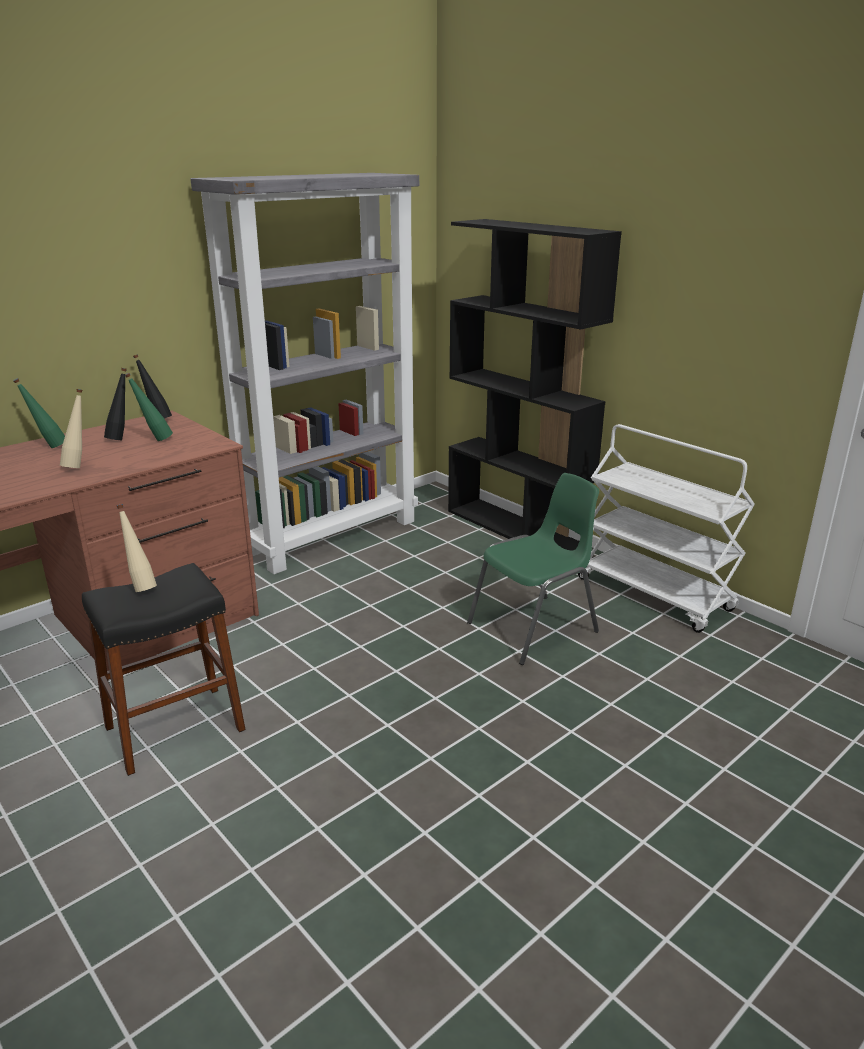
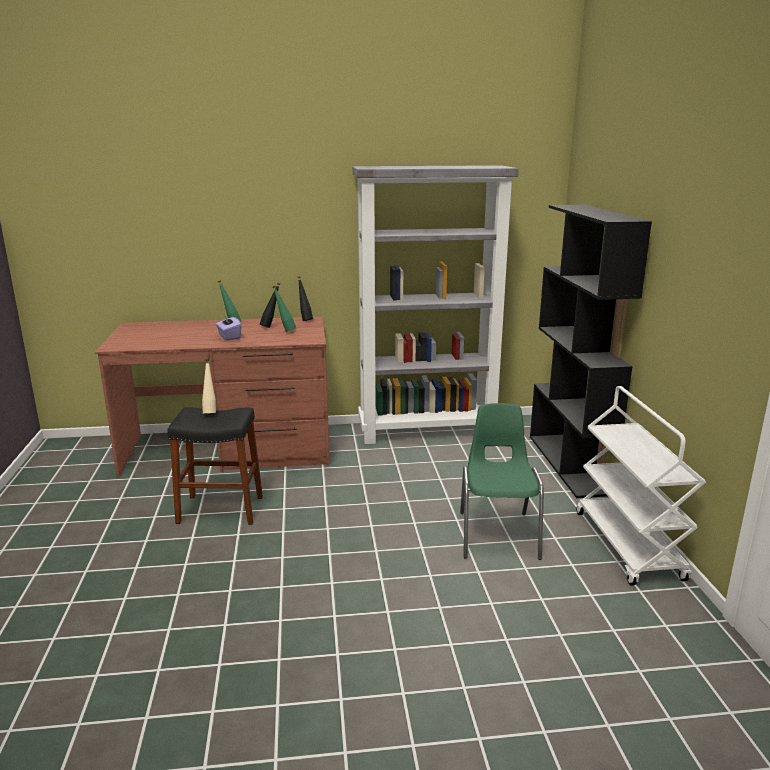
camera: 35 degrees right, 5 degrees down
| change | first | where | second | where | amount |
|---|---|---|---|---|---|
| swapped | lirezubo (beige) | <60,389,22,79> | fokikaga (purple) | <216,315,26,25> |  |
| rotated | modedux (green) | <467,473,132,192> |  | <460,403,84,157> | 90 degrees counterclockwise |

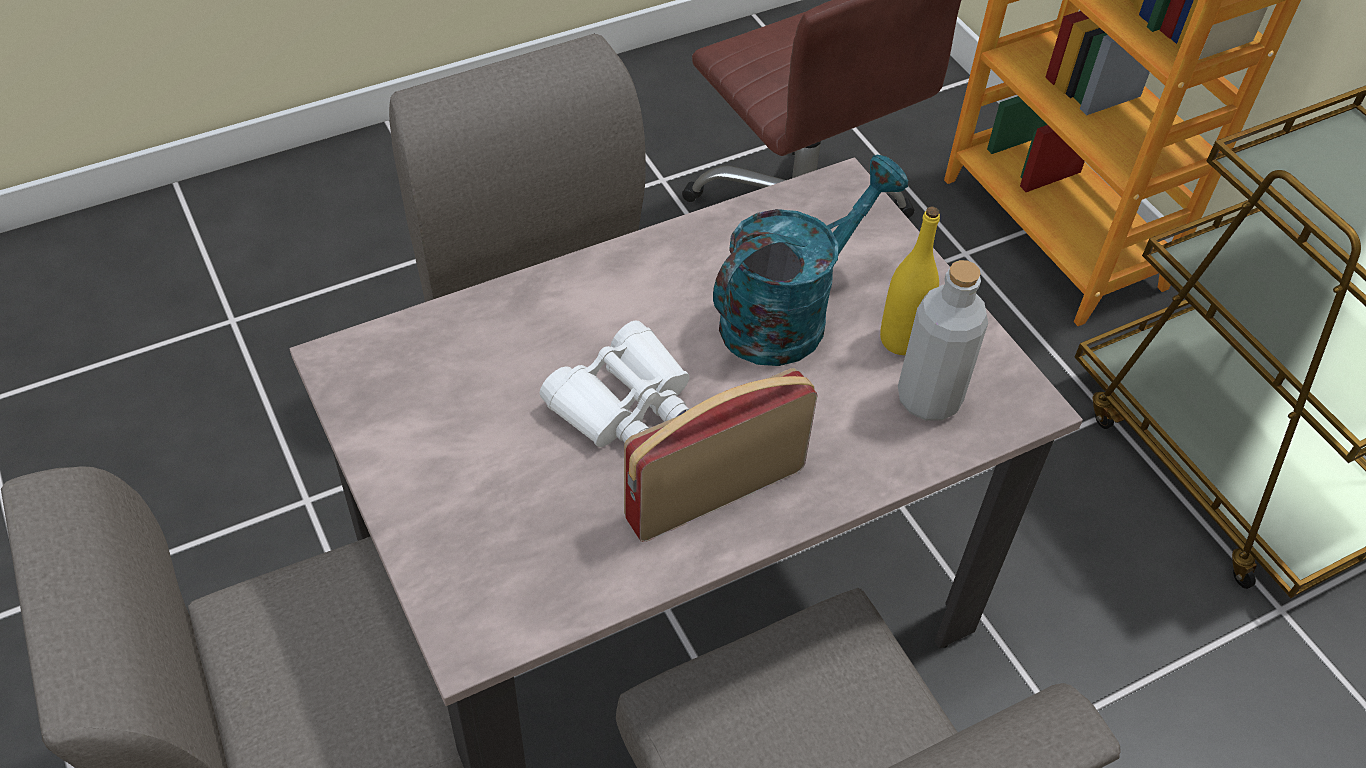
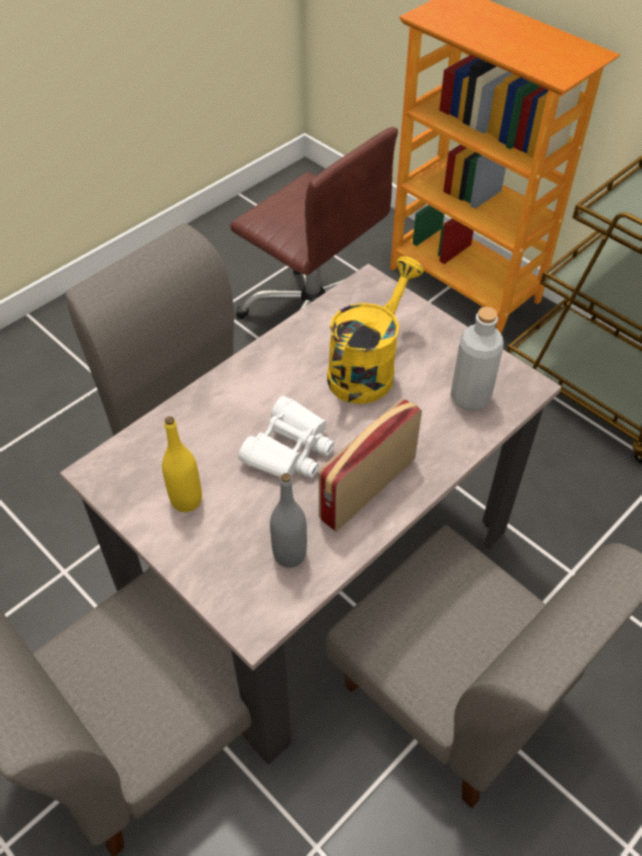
camera: 15 degrees left, 0 degrees up
| change | first | where | second | where | amount |
|---|---|---|---|---|---|
| repainted | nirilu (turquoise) | <713,155,195,211> | nirilu (yellow) | <327,256,97,148> |  |
| shifted | lirezubo (yellow) | <880,206,60,149> |  | <162,416,40,96> |  |
| new |  |  | lirezubo (grey) | <270,473,37,95> |  |

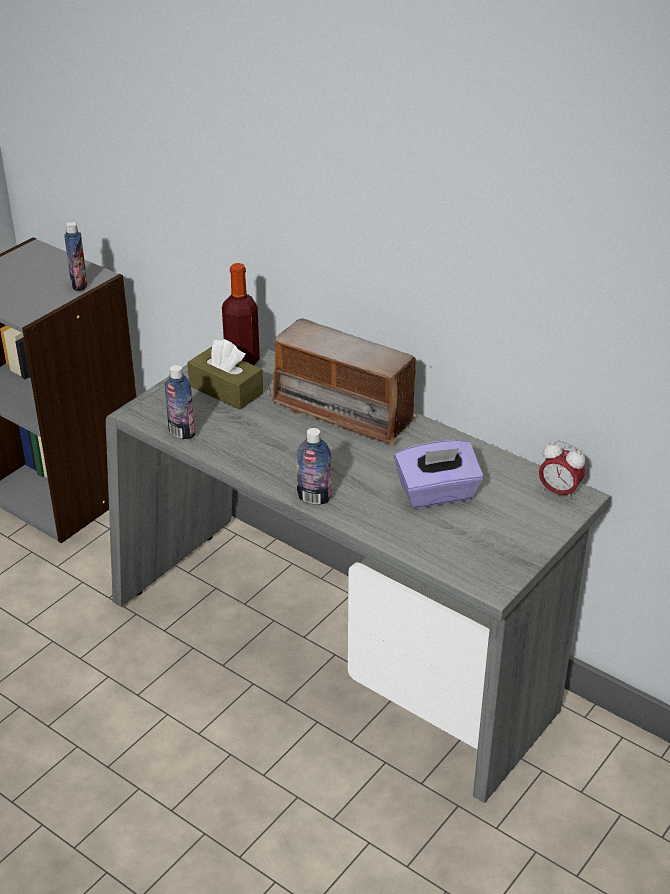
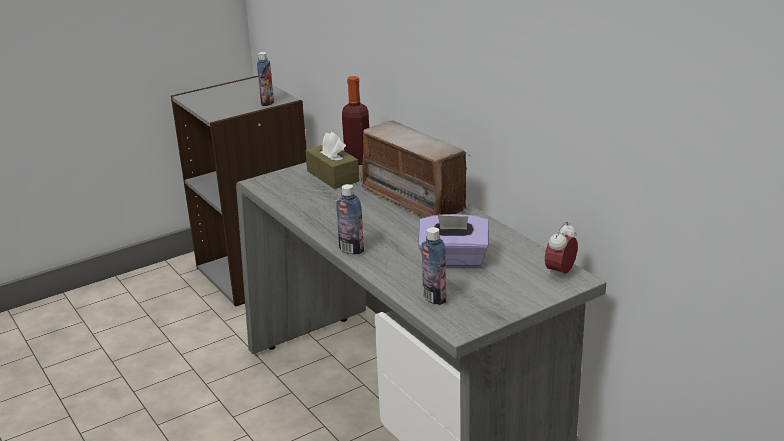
camera: 20 degrees right, 10 degrees down
| change | first | where | second | where | amount |
|---|---|---|---|---|---|
| shifted | lirezubo | <164,365,31,74> |  | <422,227,24,78> |  |
| rotated | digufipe | <539,440,46,61> |  | <545,222,33,56> | 75 degrees clockwise |

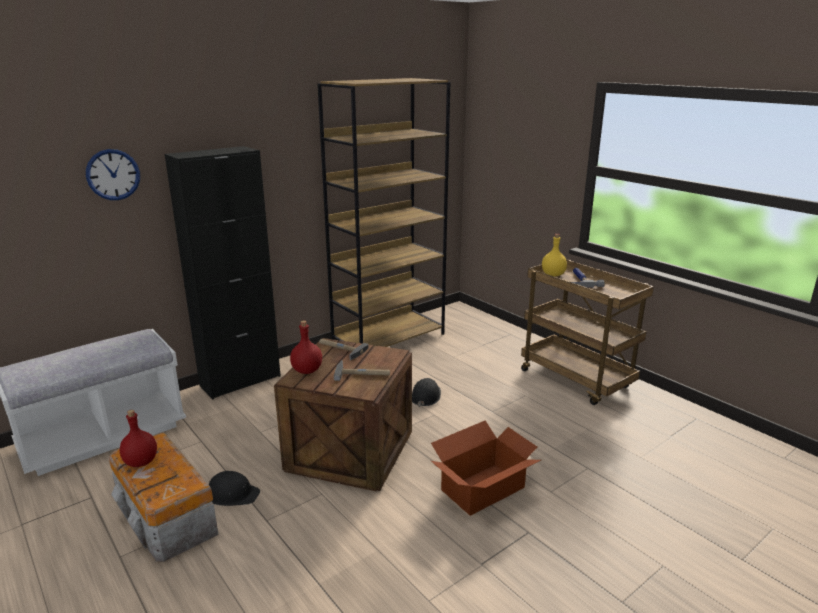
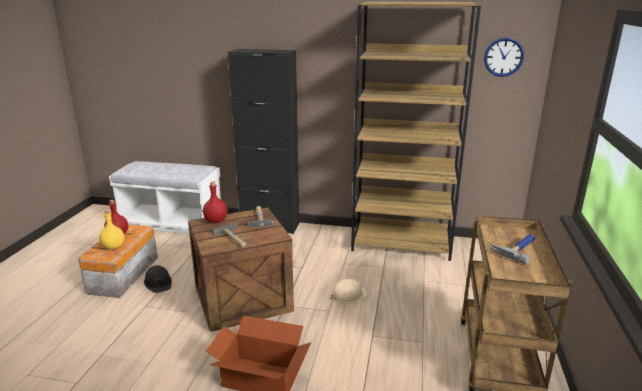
camera: 50 degrees right, 0 degrees up
| change | first | where | second | where | amount |
|---|---|---|---|---|---|
| shifted | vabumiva | <86,149,54,51> |  | <484,37,40,40> |  |
| repainted | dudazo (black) | <412,378,29,29> | dudazo (beige) | <330,279,39,25> |  |
| shifted | lirezubo (yellow) | <542,234,25,42> |  | <99,210,25,39> |  |

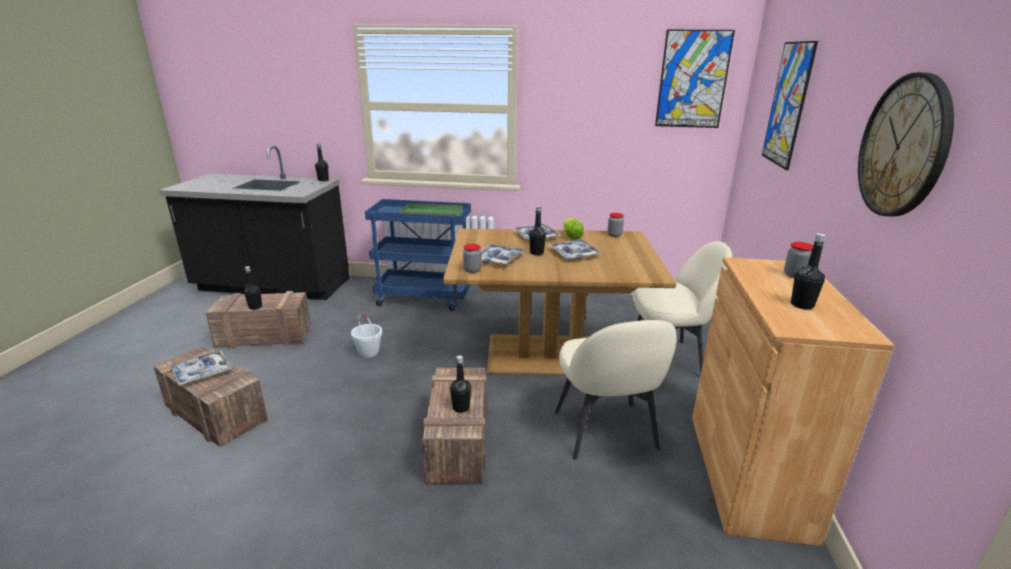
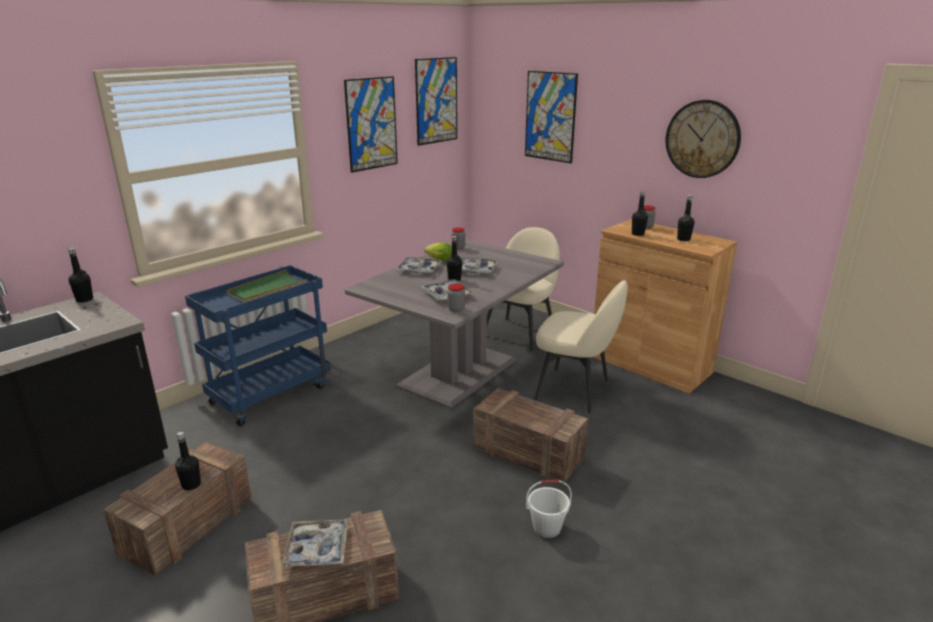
camera: 55 degrees left, 0 degrees up
| change | first | where | second | where | amount |
|---|---|---|---|---|---|
| shifted | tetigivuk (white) | <351,313,31,45> |  | <526,480,46,58> |  |
| repainted | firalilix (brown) | <443,229,234,146> | firalilix (grey) | <345,240,219,168> |  |
| shifted | lirezubo (black) | <450,355,21,58> |  | <631,191,17,45> |  |
| new |  |  | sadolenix | <344,76,54,97> |  |

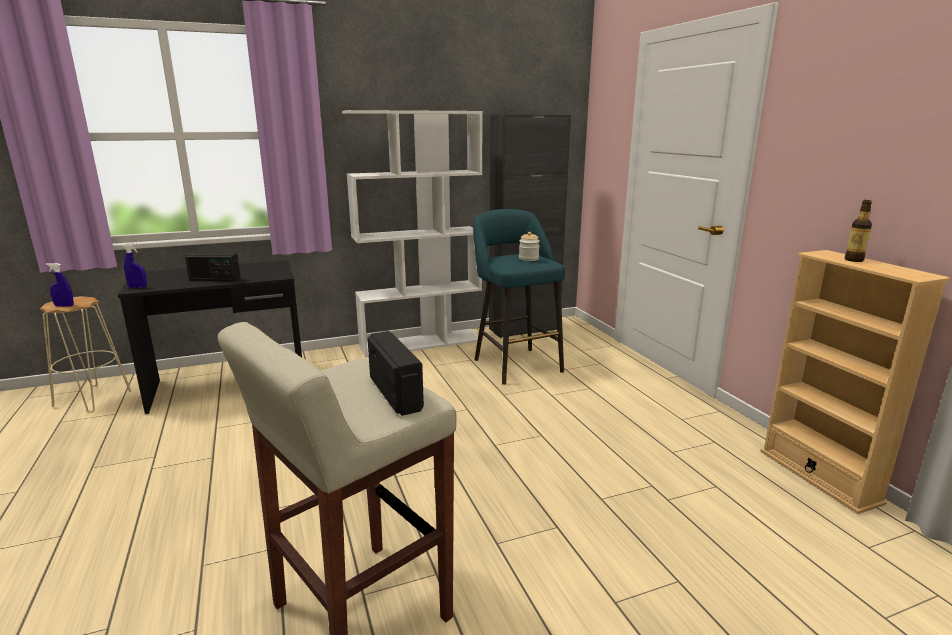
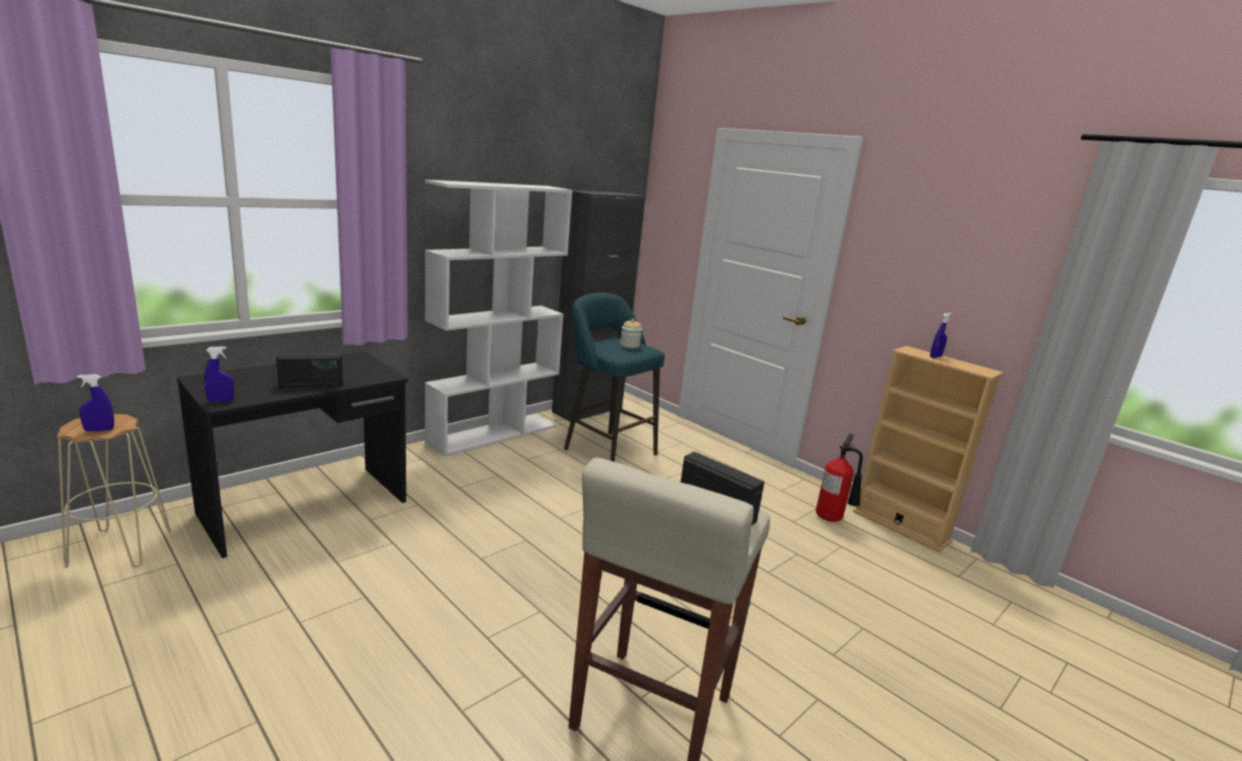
camera: 25 degrees left, 0 degrees up
| change | first | where | second | where | amount |
|---|---|---|---|---|---|
| swapped | lirezubo | <845,200,27,62> | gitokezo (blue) | <930,313,22,45> |  |
| new |  |  | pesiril | <816,434,47,88> |  |

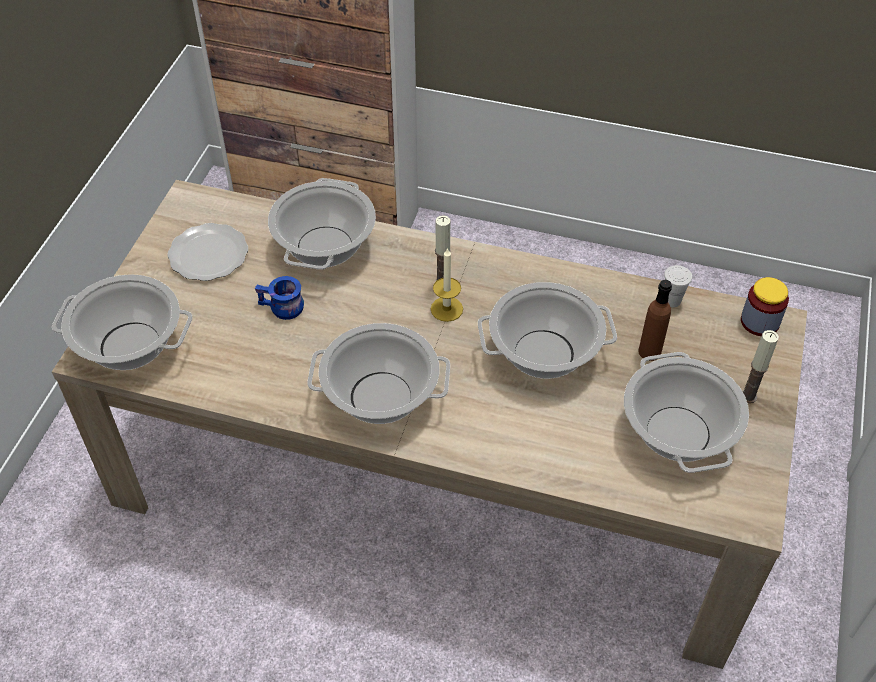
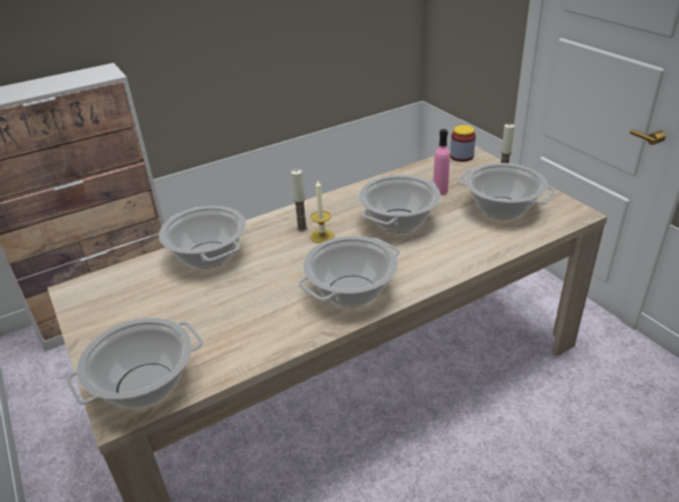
camera: 45 degrees left, 15 degrees down
| change | first | where | second | where | amount |
|---|---|---|---|---|---|
| gone | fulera | <167,223,81,58> |  |  |  |
| gone | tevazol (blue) | <255,276,49,44> |  |  |  |
| repainted | lirezubo (brown) | <638,280,34,81> | lirezubo (pink) | <433,129,17,66> |  |
| gone | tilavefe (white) | <664,265,28,42> |  |  |  |

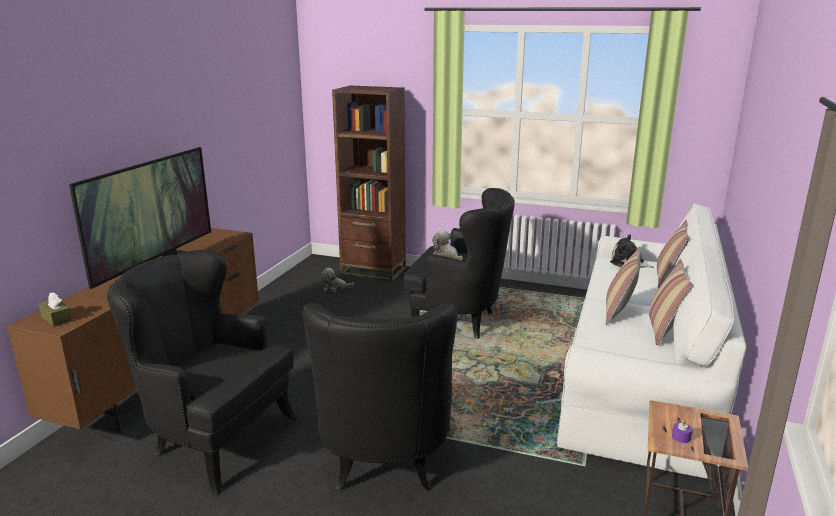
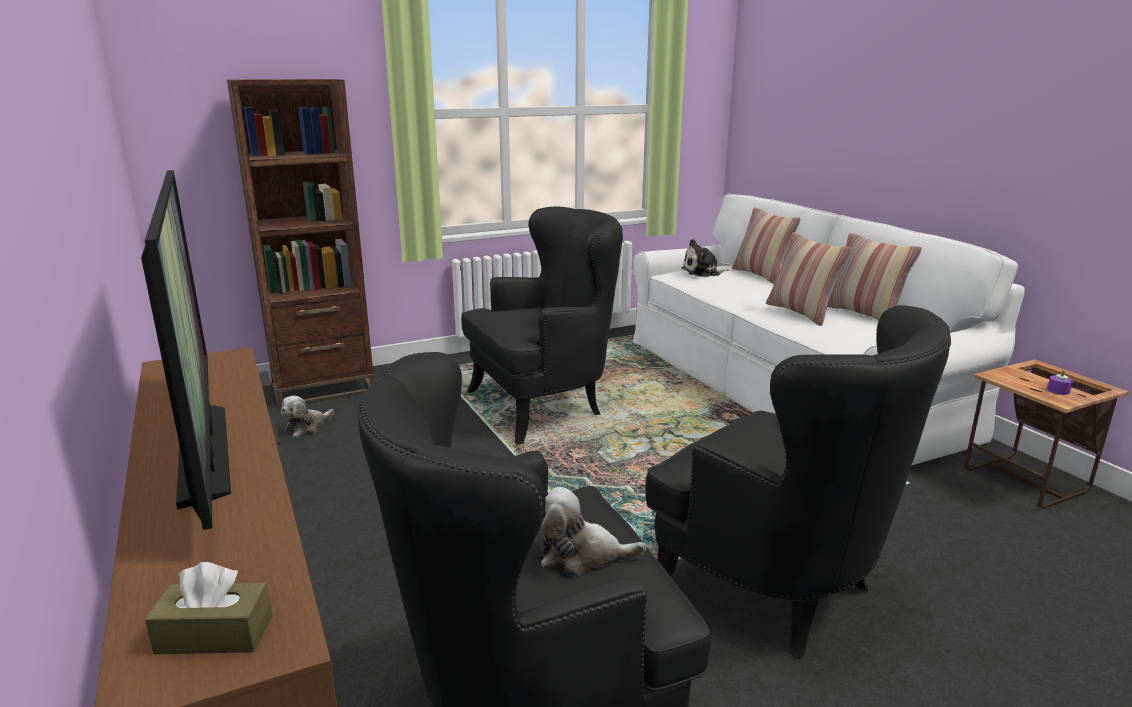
camera: 45 degrees left, 0 degrees up
| change | first | where | second | where | amount |
|---|---|---|---|---|---|
| shifted | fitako | <432,231,31,30> |  | <541,487,105,89> |  |

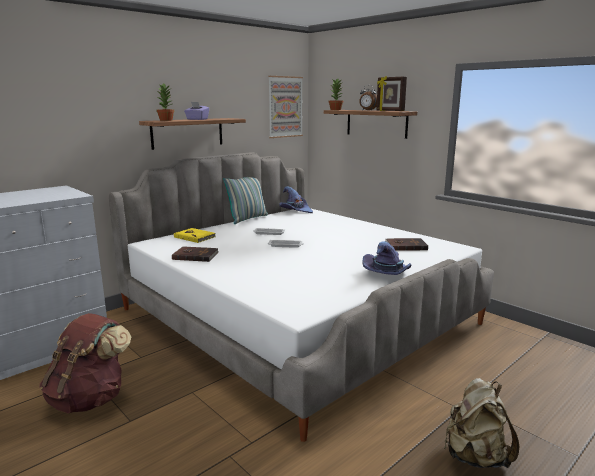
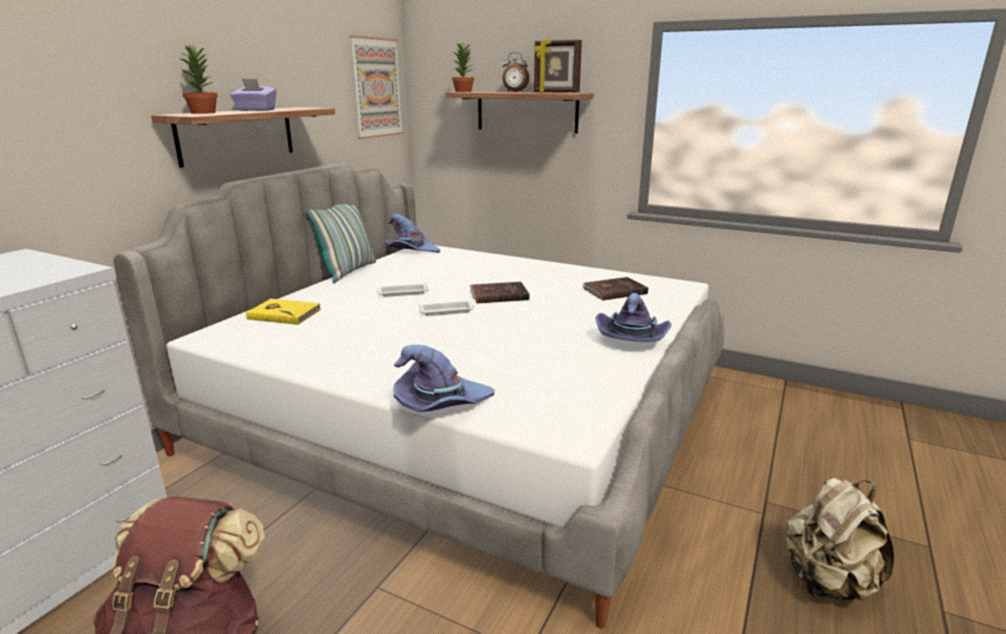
camera: 20 degrees left, 5 degrees up
| change | first | where | second | where | amount |
|---|---|---|---|---|---|
| shifted | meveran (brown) | <172,246,47,16> |  | <469,282,60,22> |  |
| new |  |  | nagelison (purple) | <393,345,102,67> |  |

